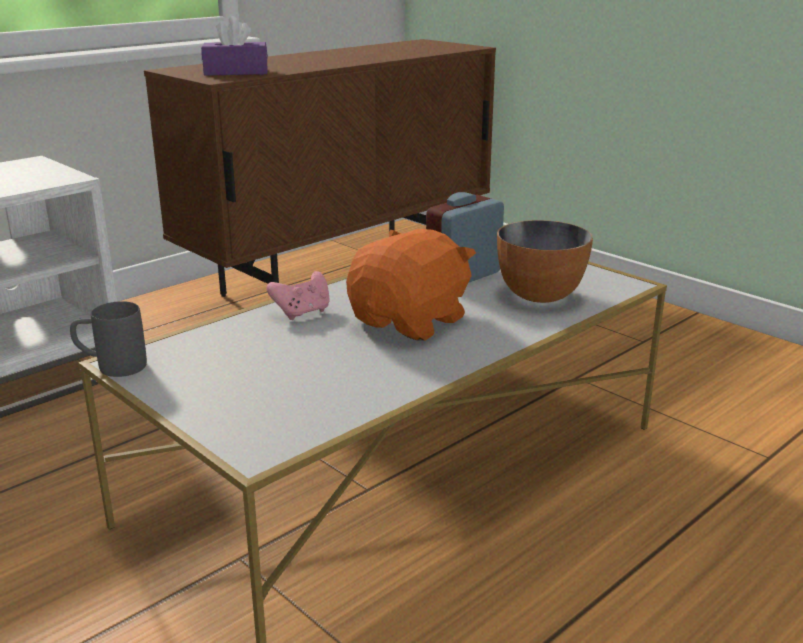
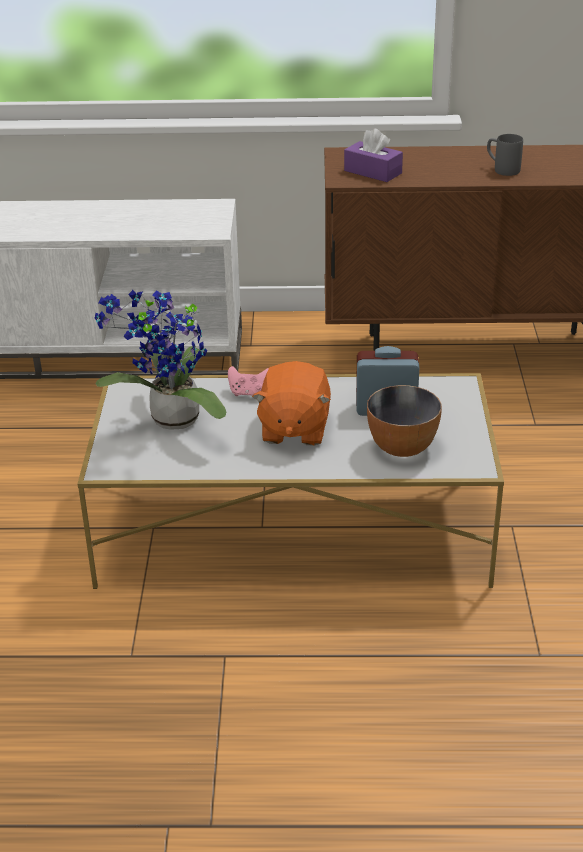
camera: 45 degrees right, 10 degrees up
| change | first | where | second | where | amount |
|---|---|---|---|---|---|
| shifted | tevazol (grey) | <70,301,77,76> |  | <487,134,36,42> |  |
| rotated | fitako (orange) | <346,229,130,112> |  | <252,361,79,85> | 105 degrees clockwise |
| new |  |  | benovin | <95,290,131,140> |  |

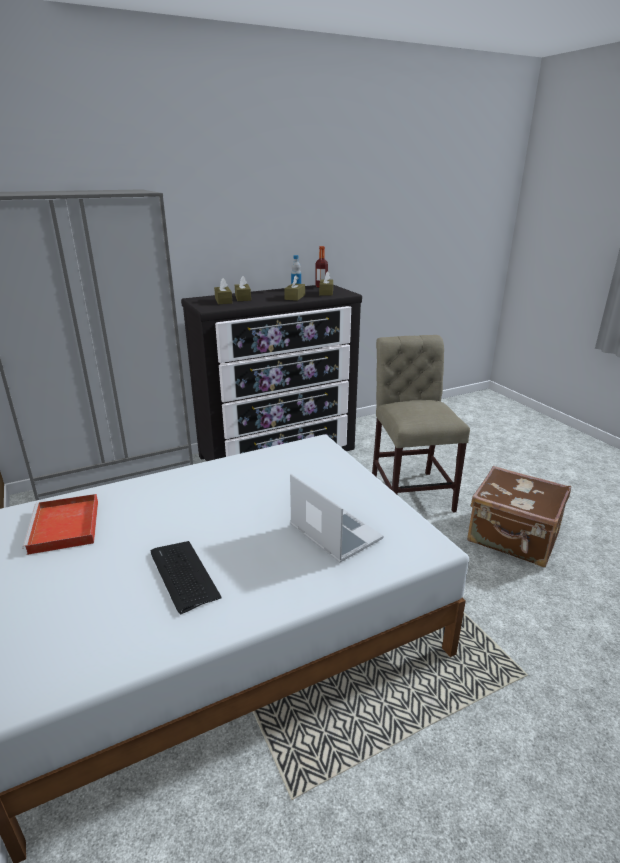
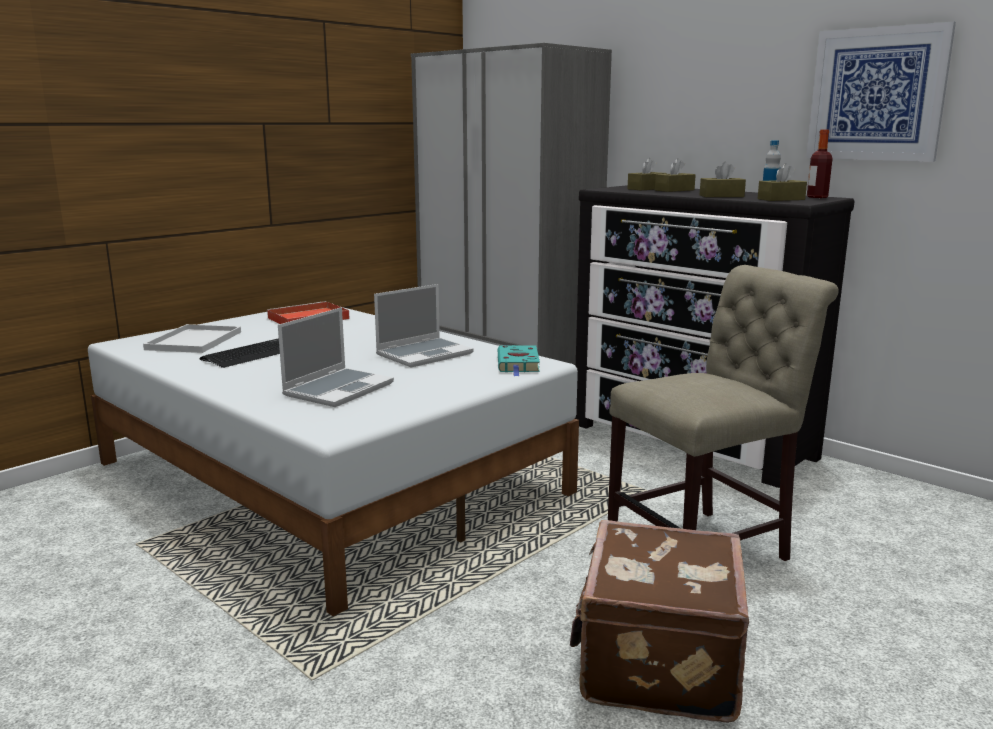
camera: 70 degrees right, 10 degrees down
| change | first | where | second | where | amount |
|---|---|---|---|---|---|
| new |  |  | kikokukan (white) | <143,324,98,29> |  |
| new |  |  | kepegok | <374,284,99,84> |  |
| new |  |  | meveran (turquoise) | <498,345,42,31> |  |
| new |  |  | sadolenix | <806,21,150,141> |  |

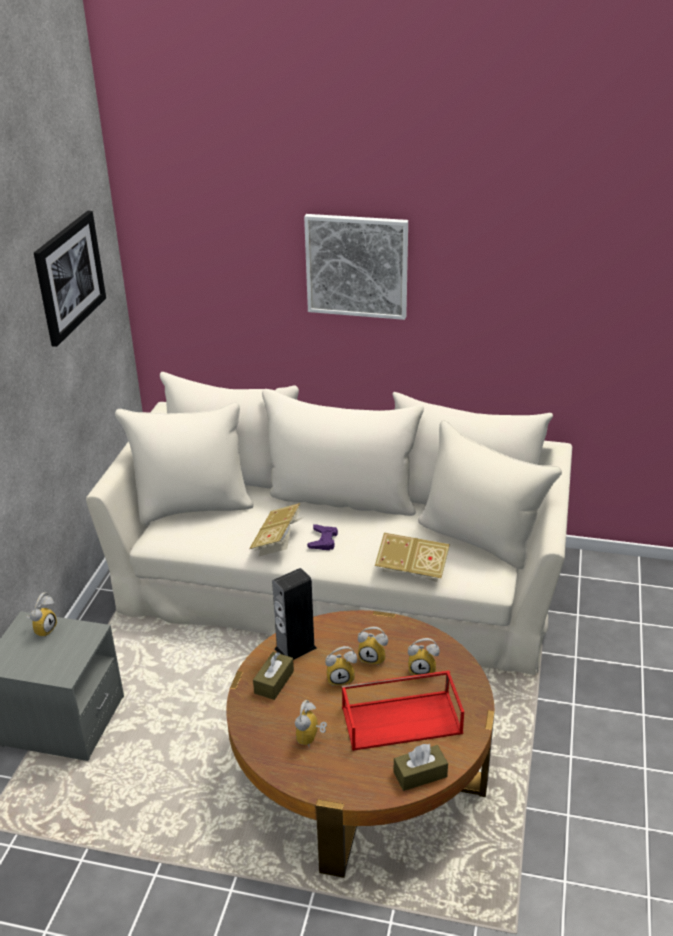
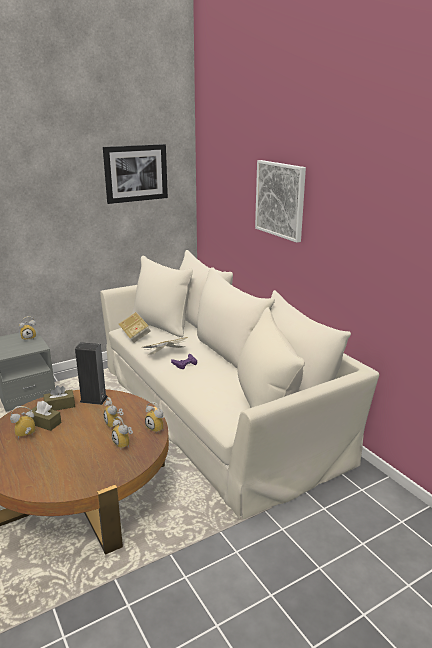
camera: 45 degrees right, 10 degrees down
| change | first | where | second | where | amount |
|---|---|---|---|---|---|
| shifted | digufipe | <325,646,32,41> |  | <145,402,19,31> |  |
| gone | kikokukan (red) | <342,671,122,80> |  |  |  |
| shifted | meveran | <375,532,75,50> |  | <119,312,32,31> |  |
| shifted | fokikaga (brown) | <394,744,54,47> |  | <28,401,34,30> |  |

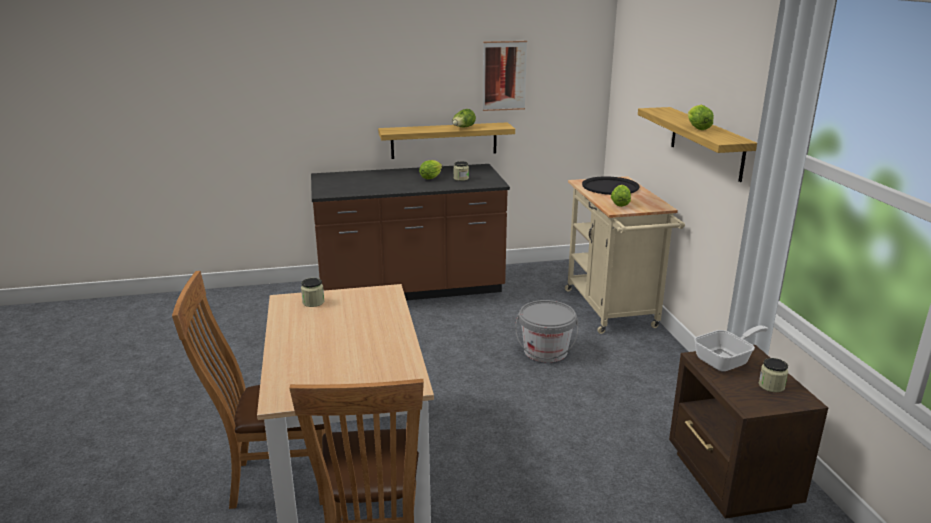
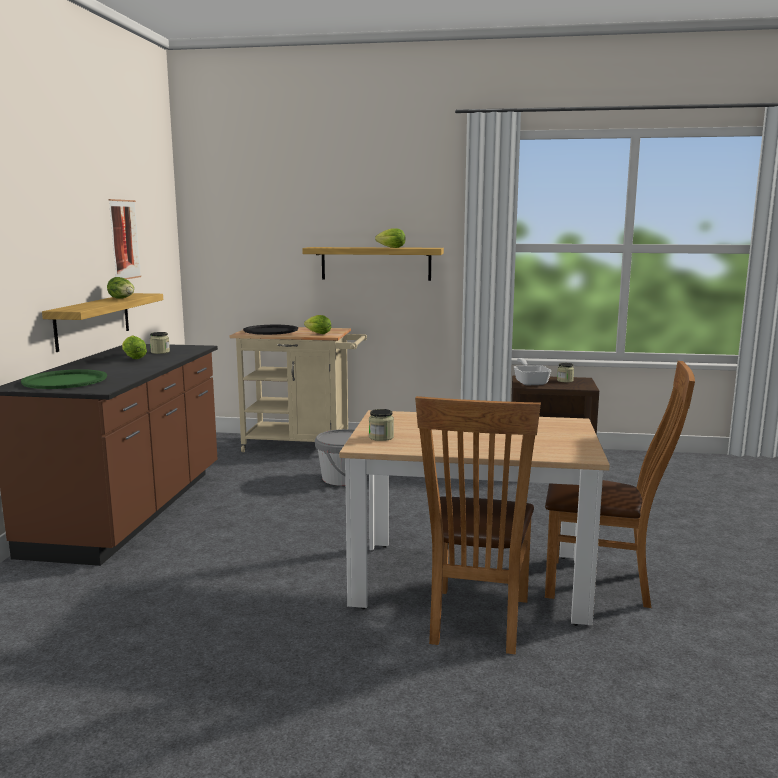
camera: 70 degrees left, 10 degrees down
| change | first | where | second | where | amount |
|---|---|---|---|---|---|
| new |  |  | kikokukan (green) | <21,369,86,20> |  |

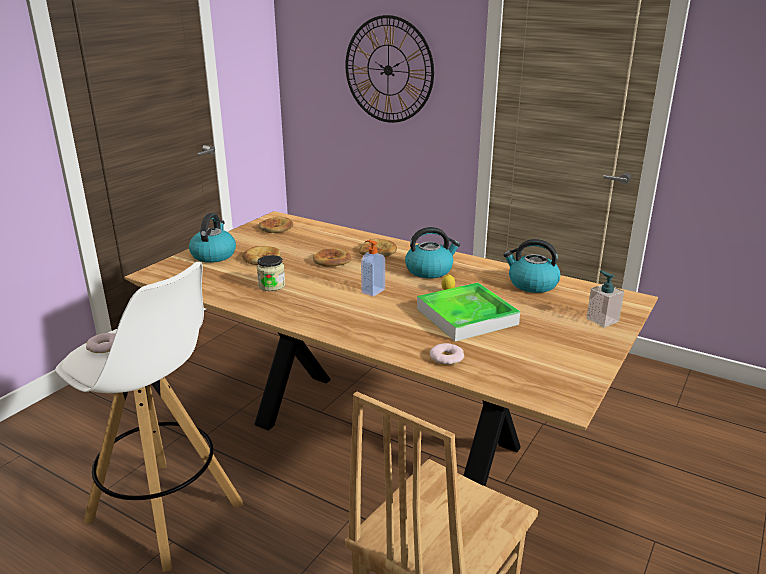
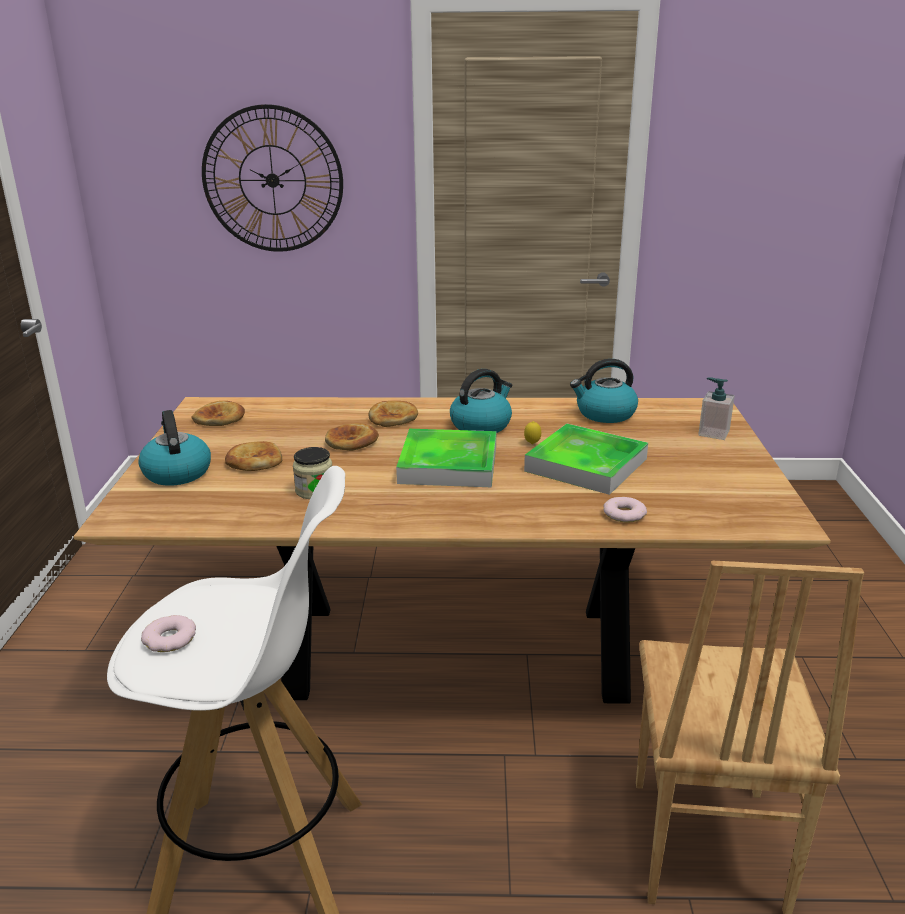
camera: 30 degrees left, 0 degrees up
| change | first | where | second | where | amount |
|---|---|---|---|---|---|
| swapped | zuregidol | <361,240,24,57> | kikokukan | <396,429,100,58> |  |

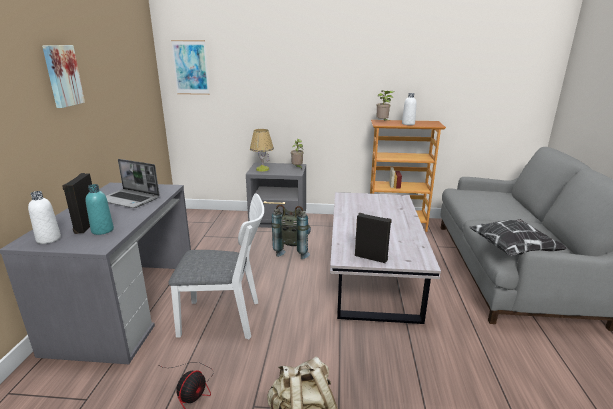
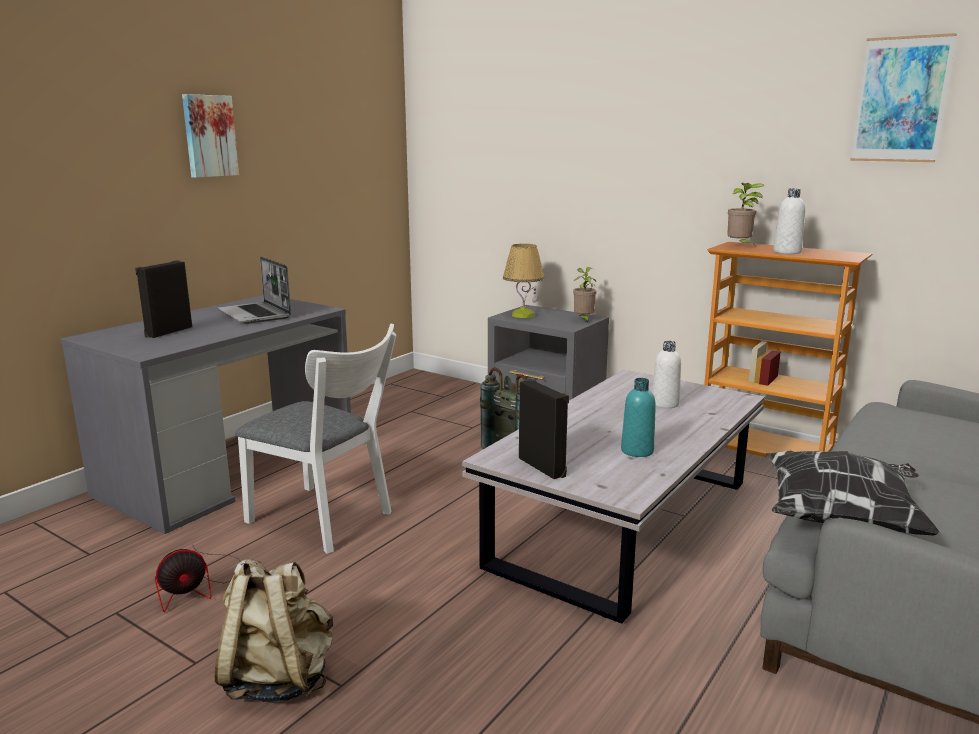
camera: 30 degrees right, 5 degrees down
| change | first | where | second | where | amount |
|---|---|---|---|---|---|
| shifted | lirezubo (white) | <28,191,33,53> |  | <652,341,29,67> |  |
| shifted | lirezubo (turquoise) | <86,184,28,51> |  | <621,378,35,79> |  |
| shifted | sadolenix | <171,40,39,55> |  | <850,33,107,129> |  |

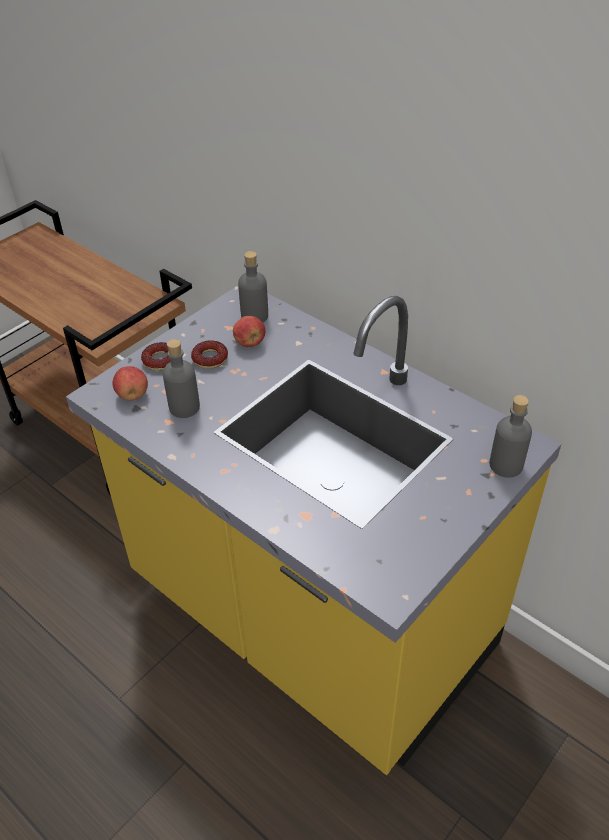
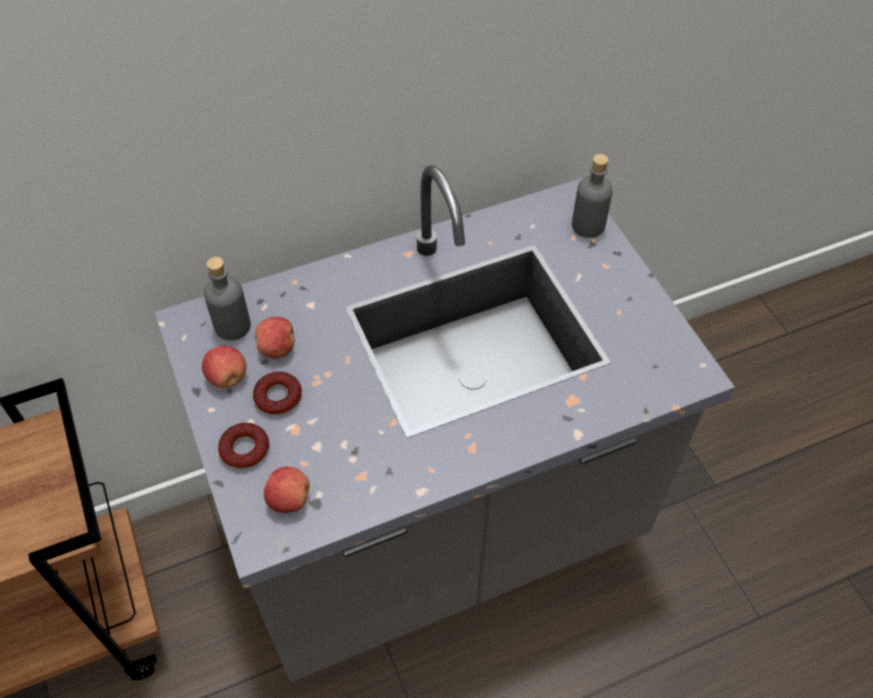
camera: 65 degrees left, 10 degrees up
| change | first | where | second | where | amount |
|---|---|---|---|---|---|
| repainted | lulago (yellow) | <66,286,495,489> | lulago (grey) | <155,165,580,517> |  |
| gone | lirezubo (grey) | <163,339,37,79> |  |  |  |
| new |  |  | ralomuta | <202,346,44,42> |  |

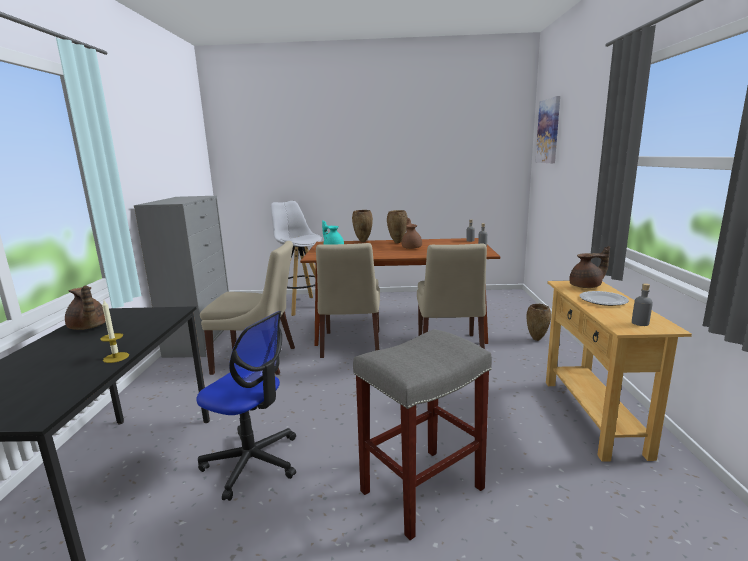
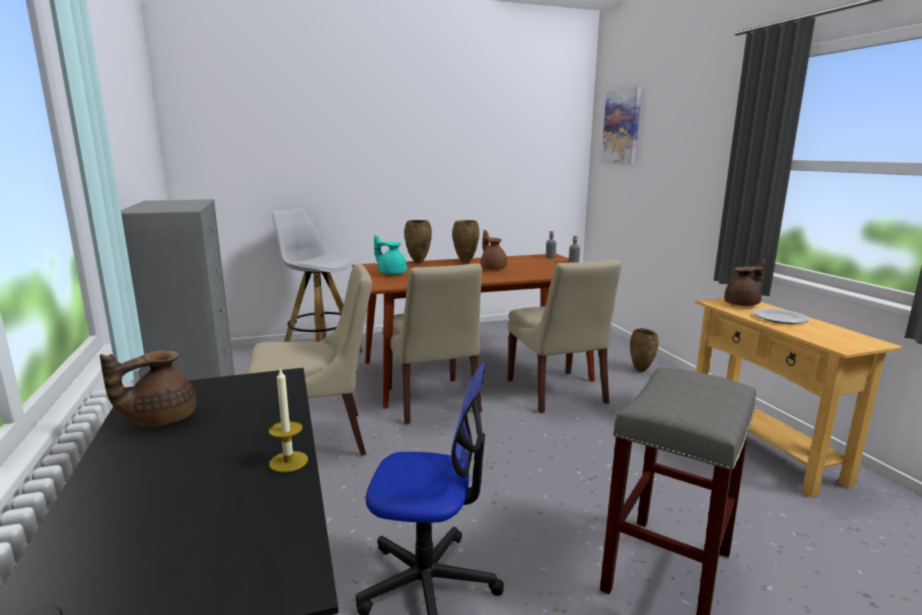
camera: 20 degrees left, 0 degrees up
| change | first | where | second | where | amount |
|---|---|---|---|---|---|
| rotated | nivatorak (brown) | <65,285,41,45> |  | <100,350,96,77> | 105 degrees clockwise |
| gone | lirezubo (grey) | <632,283,21,43> |  |  |  |

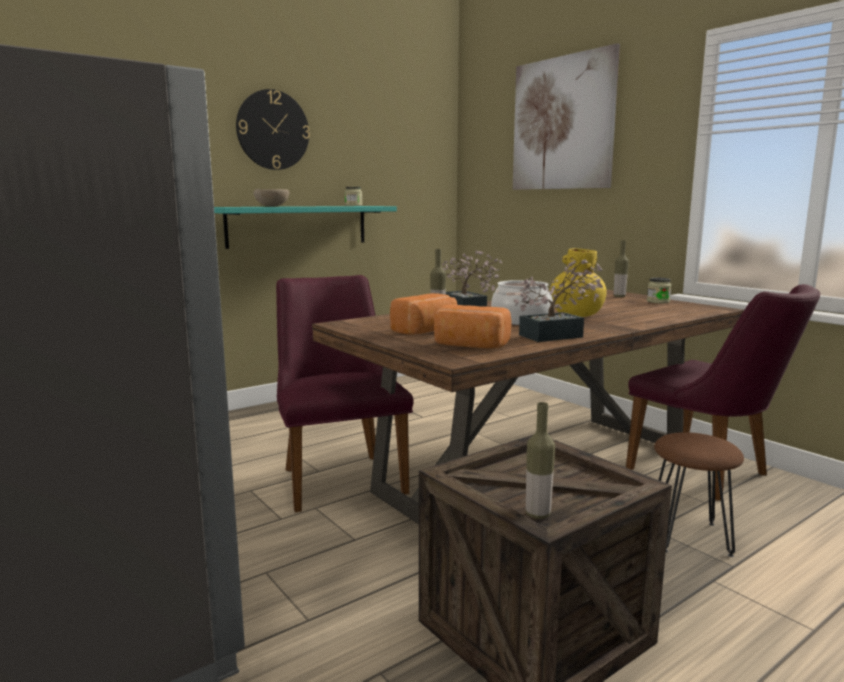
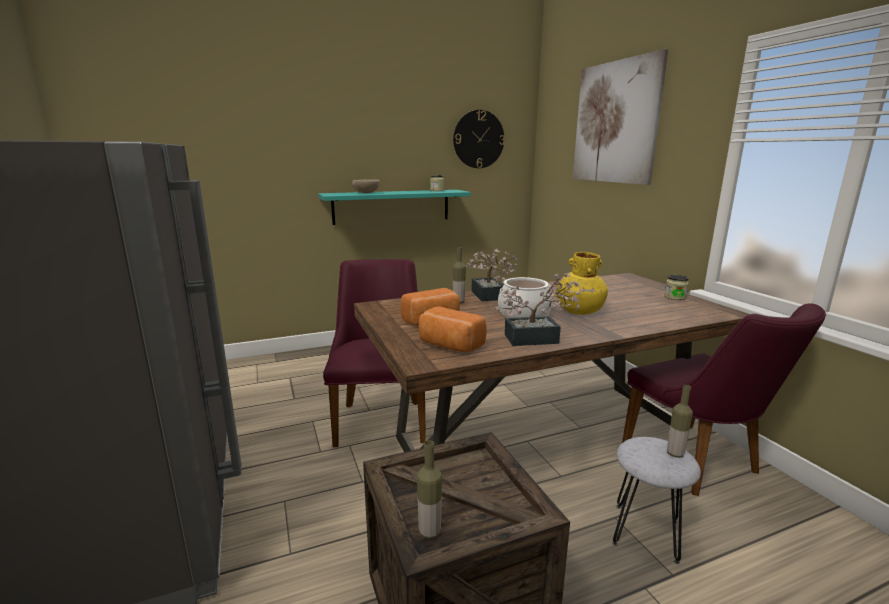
camera: 15 degrees right, 5 degrees up
| change | first | where | second | where | amount |
|---|---|---|---|---|---|
| shifted | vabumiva | <236,89,74,81> |  | <453,110,52,58> |  |
| shifted | lirezubo | <614,241,15,56> |  | <667,385,26,73> |  |
| repainted | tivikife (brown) | <654,432,90,125> | tivikife (grey) | <612,437,89,127> |  |

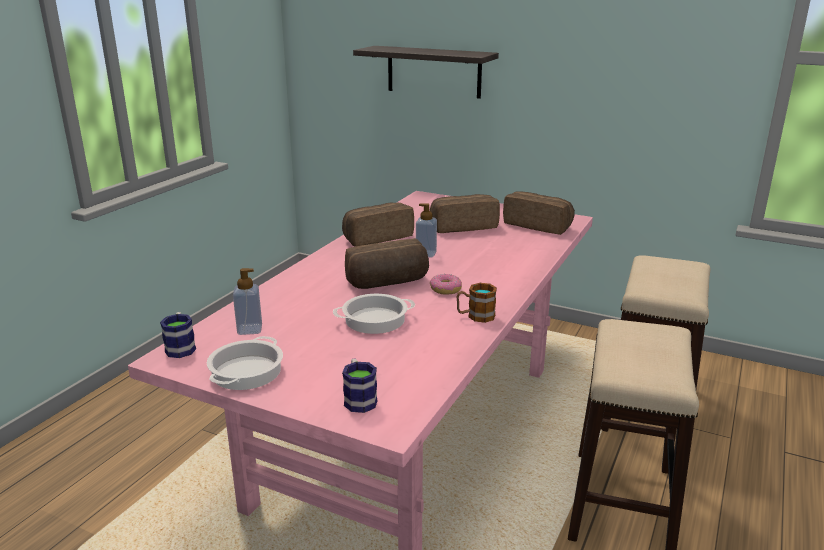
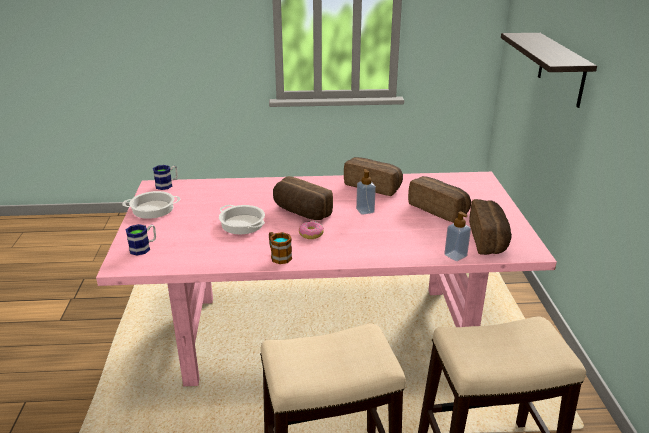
camera: 60 degrees right, 5 degrees up
| change | first | where | second | where | amount |
|---|---|---|---|---|---|
| shifted | zuregidol | <233,268,29,67> |  | <444,212,27,49> |  |

